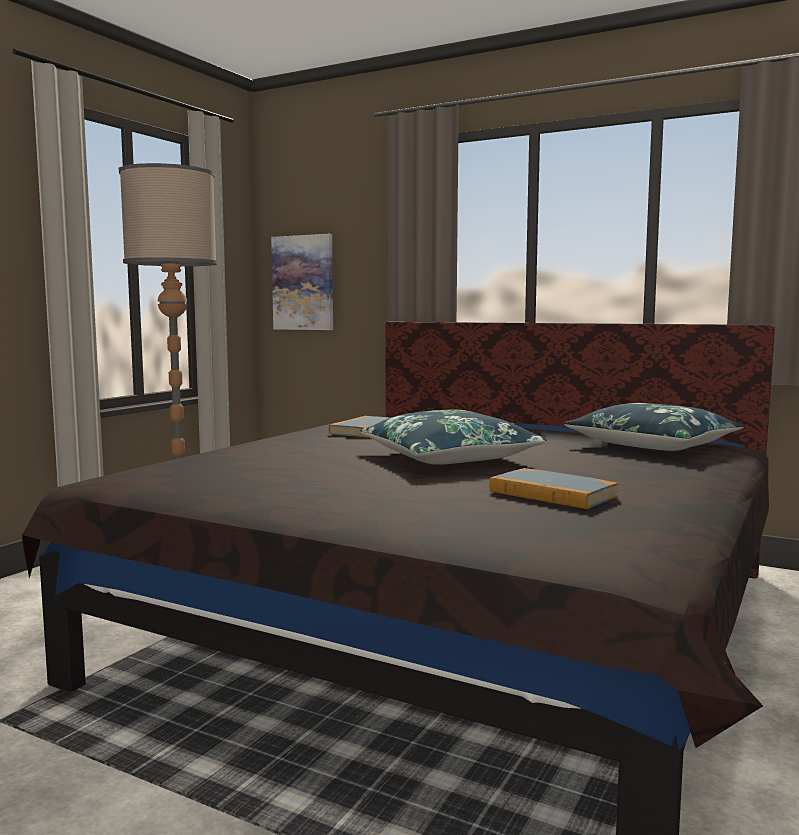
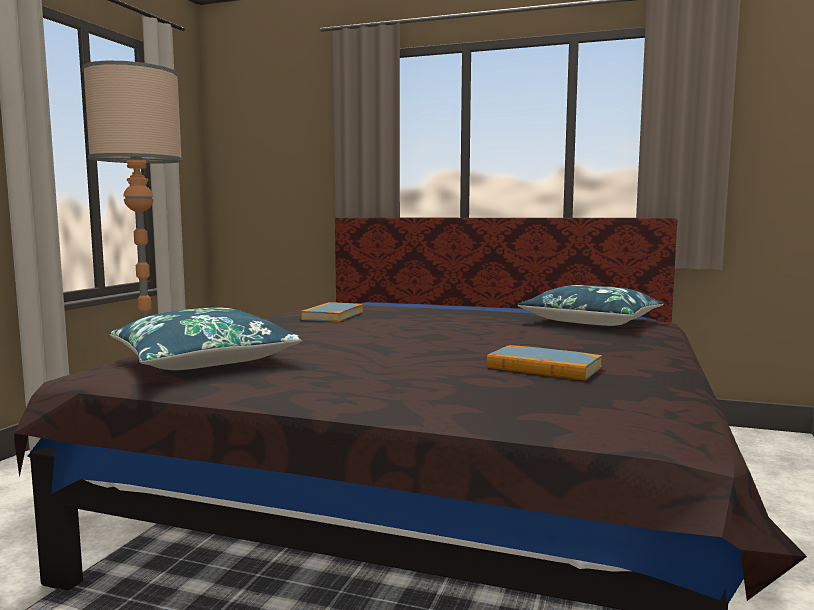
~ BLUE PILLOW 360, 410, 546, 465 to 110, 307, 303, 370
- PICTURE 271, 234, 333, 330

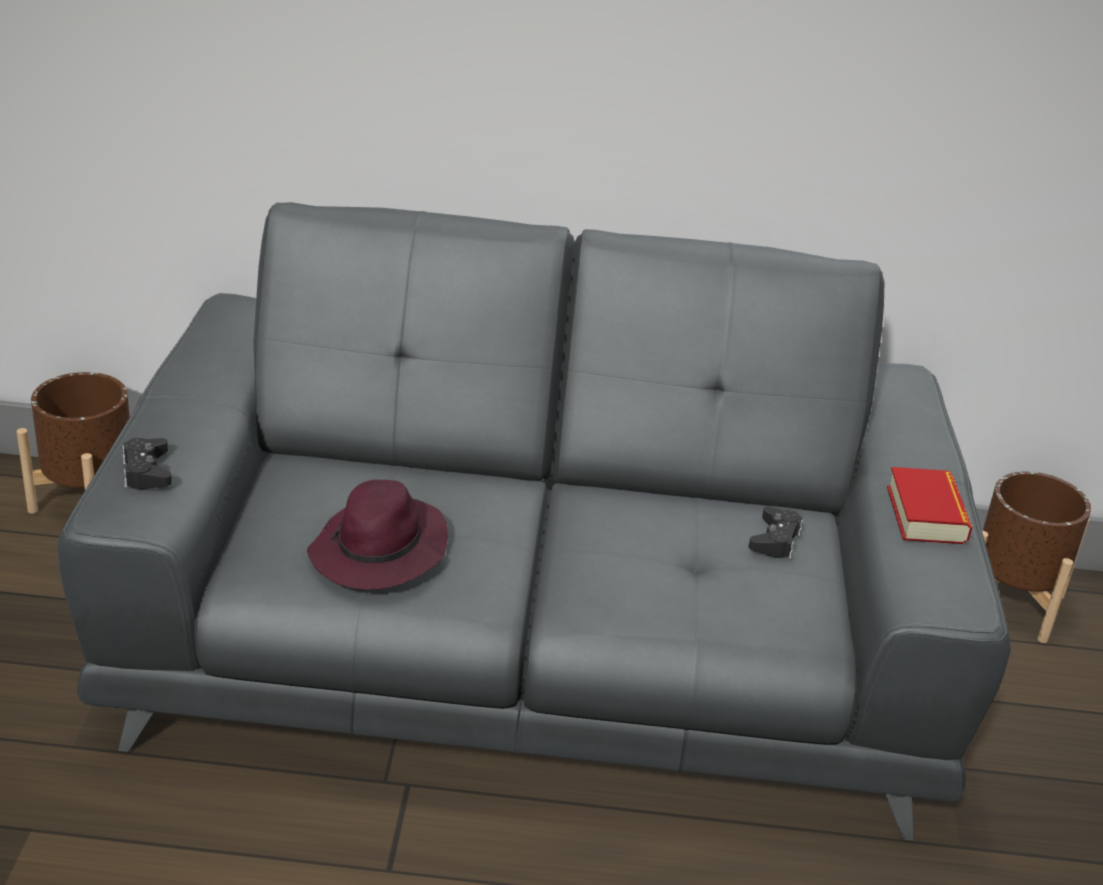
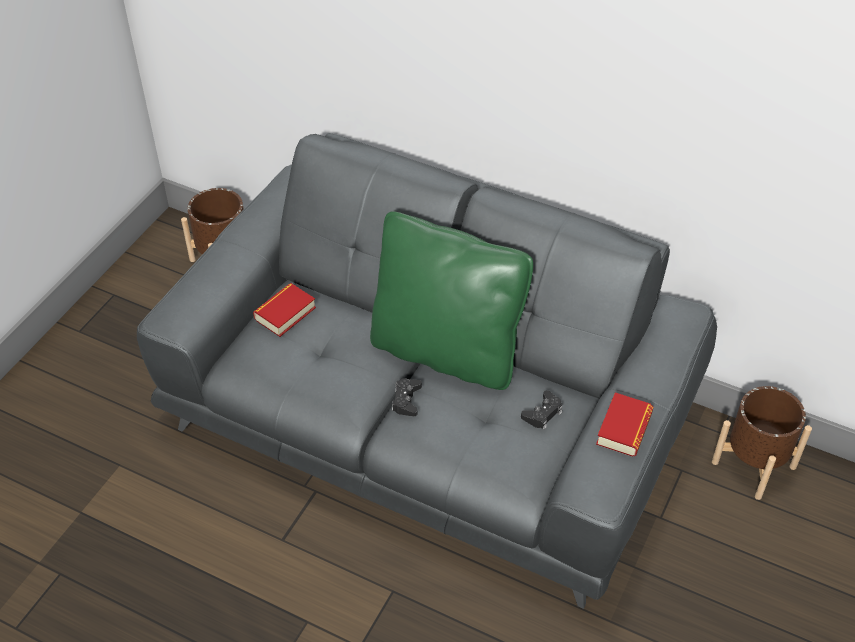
+ BOOK 253, 283, 316, 337
+ GREEN PILLOW 370, 211, 533, 390
~ BLACK GAME CONTROLLER 122, 438, 172, 490 to 392, 378, 422, 416
- PURPLE HAT 307, 480, 448, 590

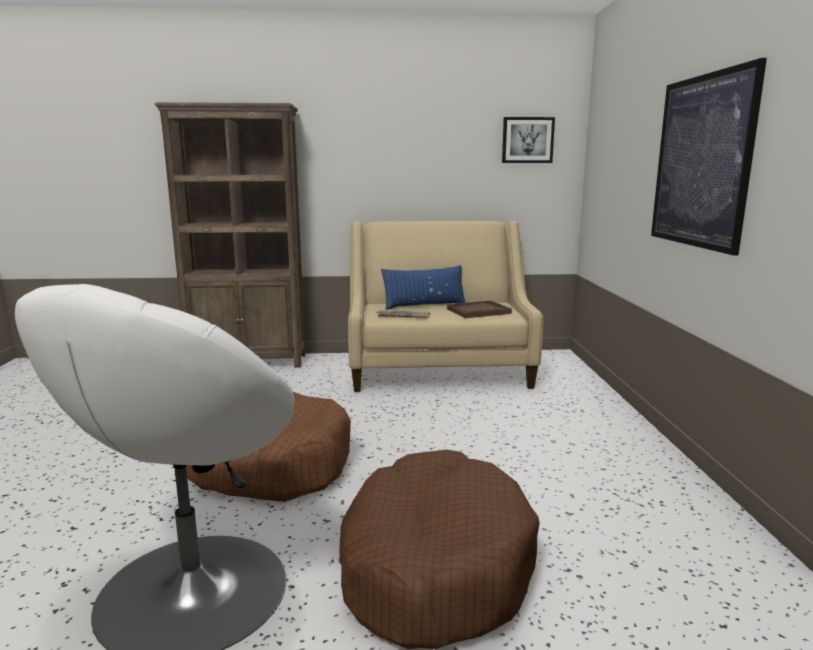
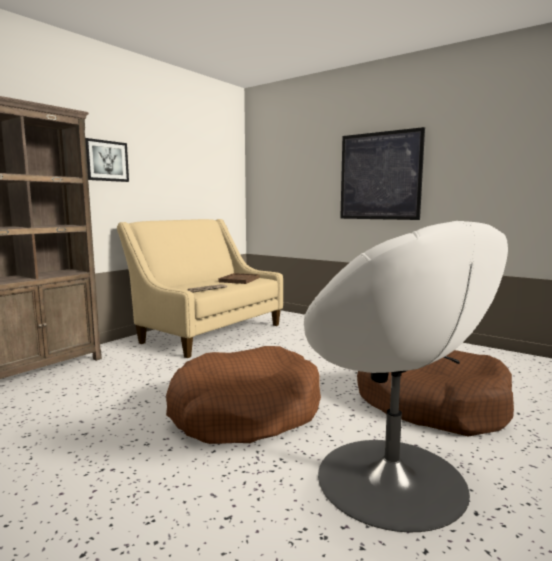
~ PICTURE 502, 117, 555, 163 to 85, 138, 129, 182
- BLUE PILLOW 381, 265, 466, 310

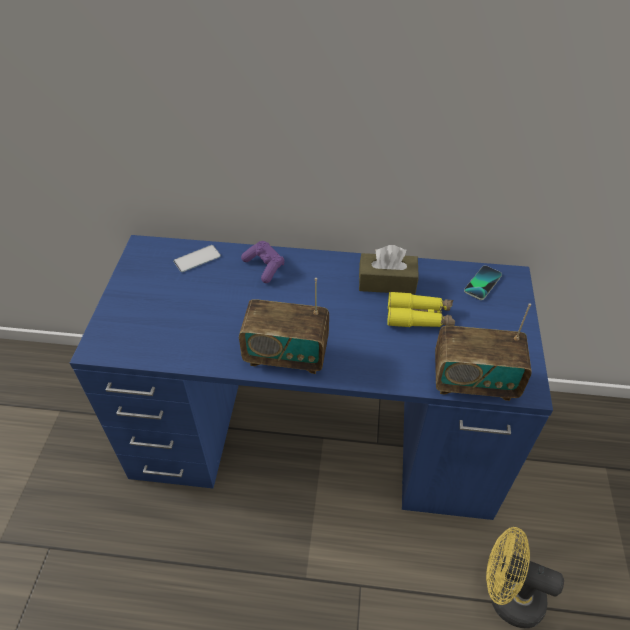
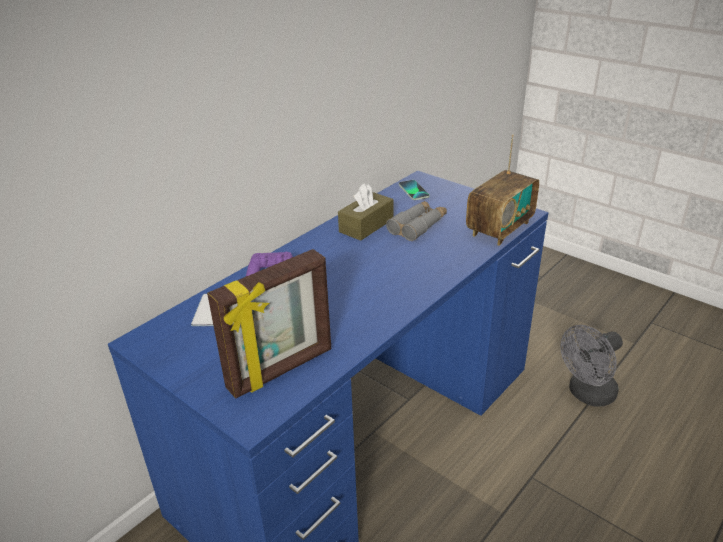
+ PICTURE FRAME 207, 249, 331, 399
~ YELLOW BINOCULARS 387, 291, 455, 327 to GREY BINOCULARS 386, 201, 447, 241
~ YELLOW FAN 486, 527, 564, 628 to GREY FAN 560, 325, 623, 406
- RADIO 239, 278, 329, 374

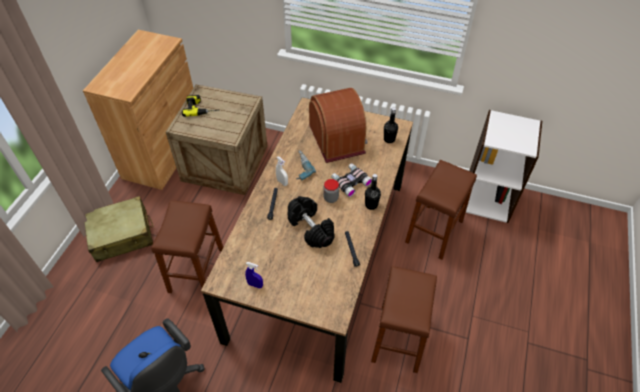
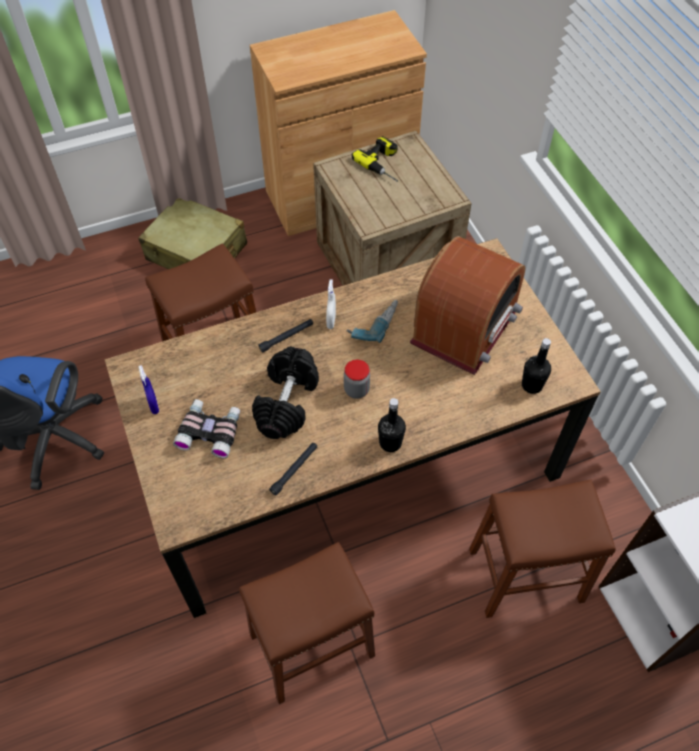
~ BINOCULARS 331, 163, 372, 197 to 173, 399, 240, 458

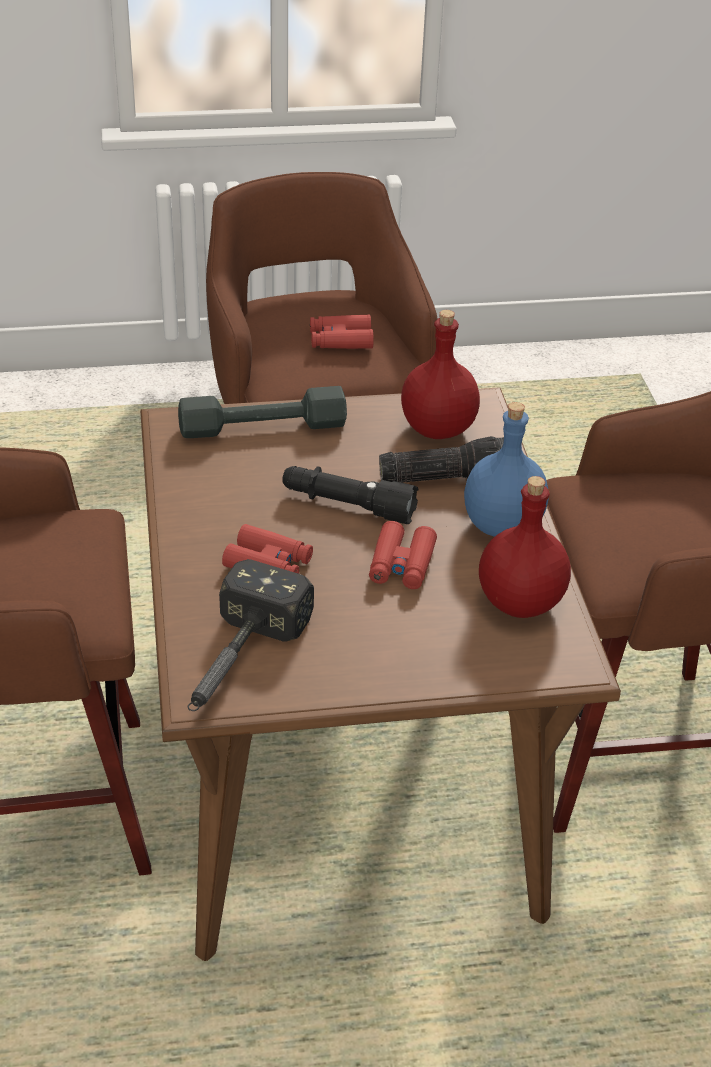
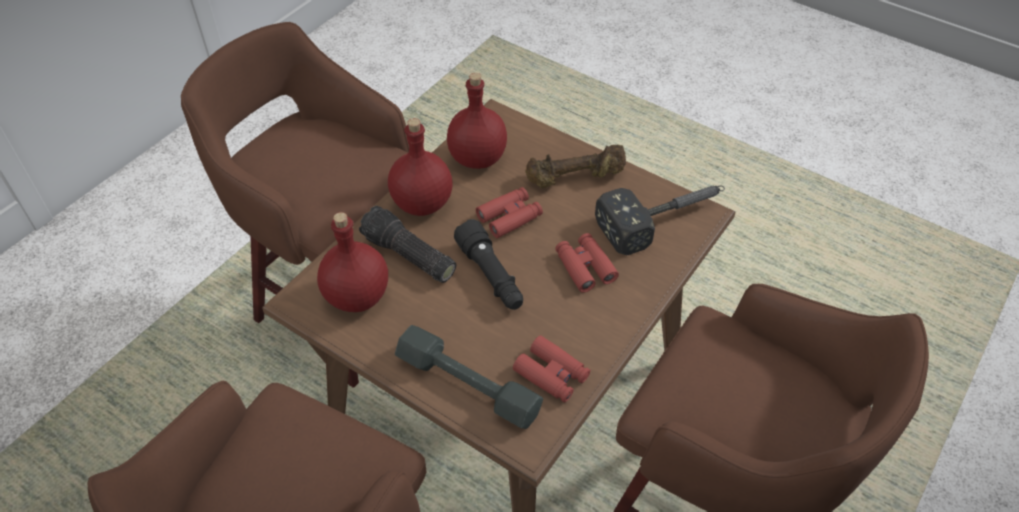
~ BLUE BOTTLE 464, 402, 549, 537 to RED BOTTLE 388, 118, 453, 216
~ RED BINOCULARS 310, 315, 374, 349 to 513, 336, 590, 403
+ BROWN DUMBBELL 525, 144, 626, 188

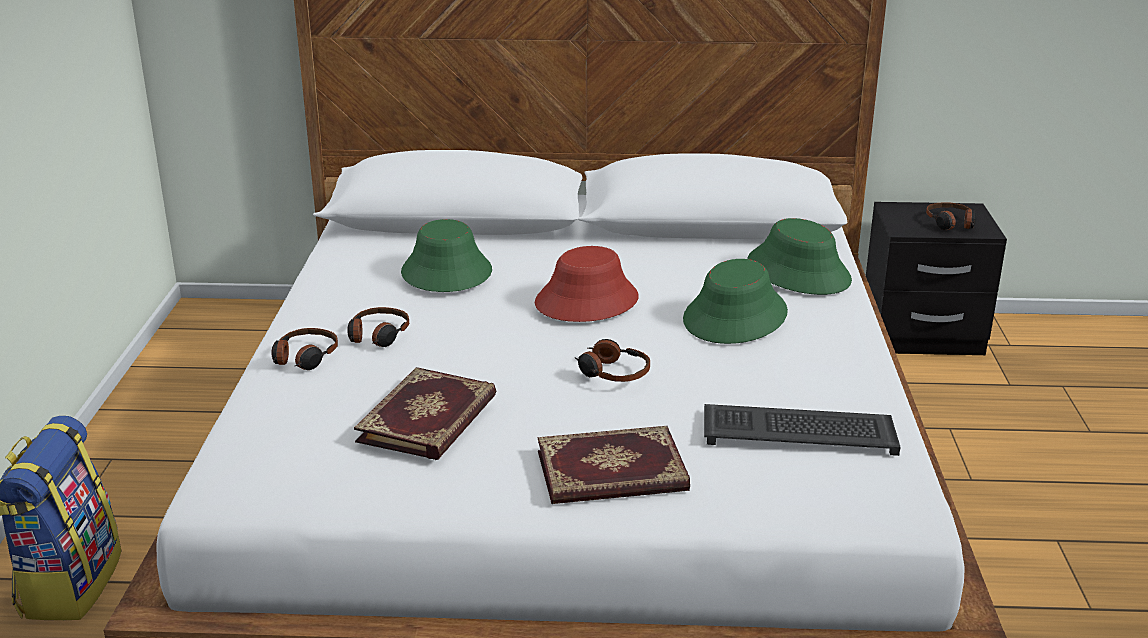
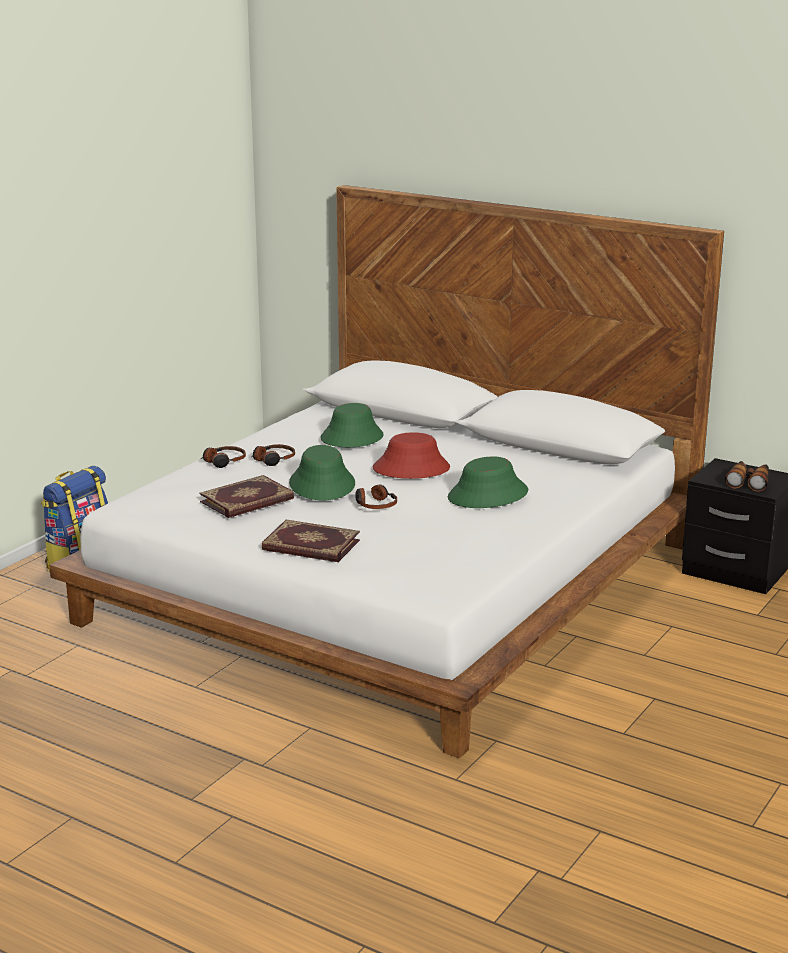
~ GREEN HAT 747, 218, 852, 295 to 289, 445, 355, 500
~ HEADPHONES 926, 202, 977, 230 to BINOCULARS 725, 461, 769, 492
- KEYBOARD 704, 404, 901, 456

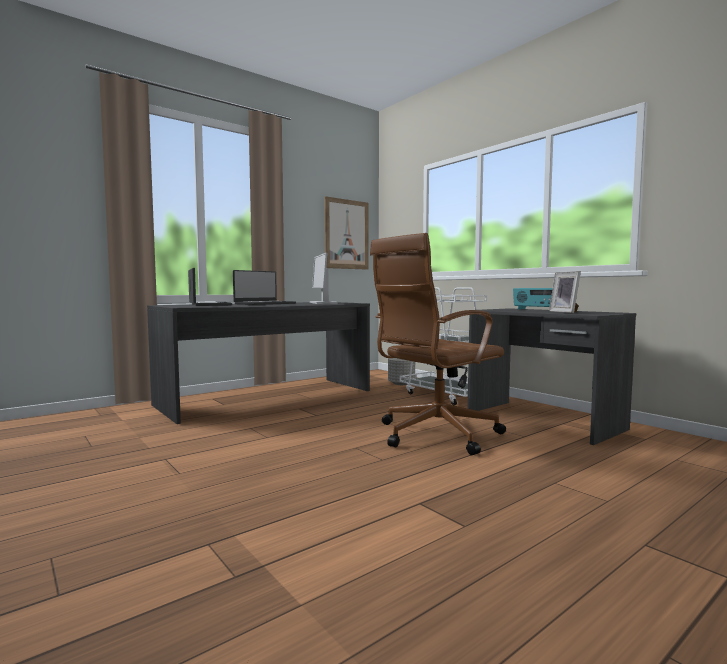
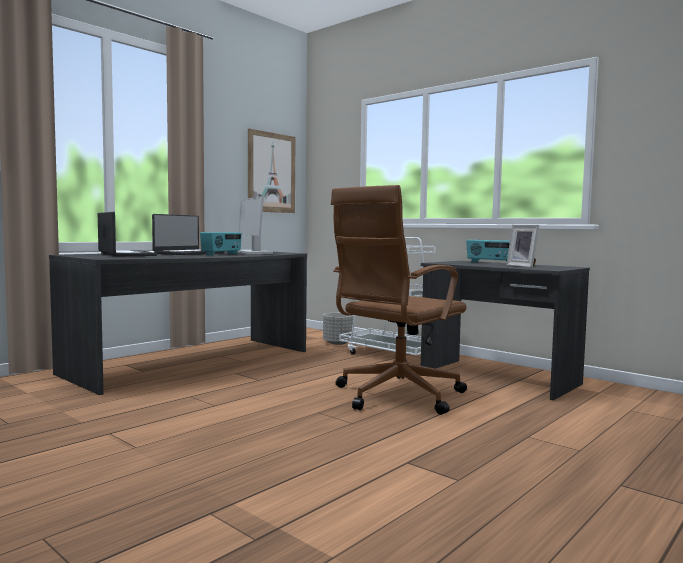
+ RADIO 200, 232, 242, 255

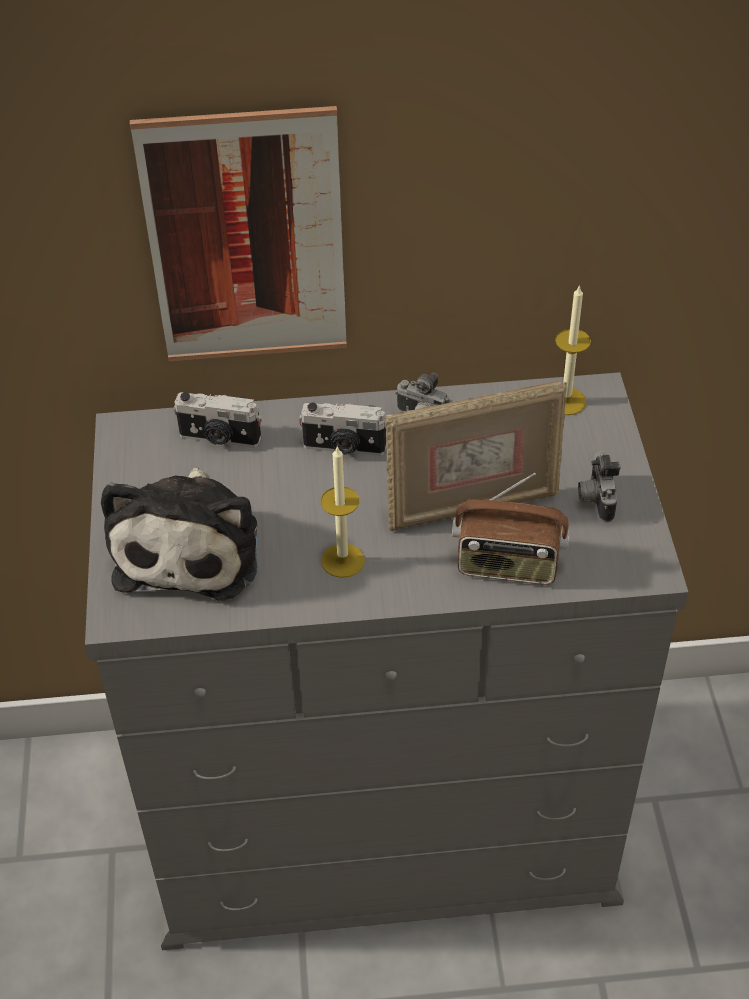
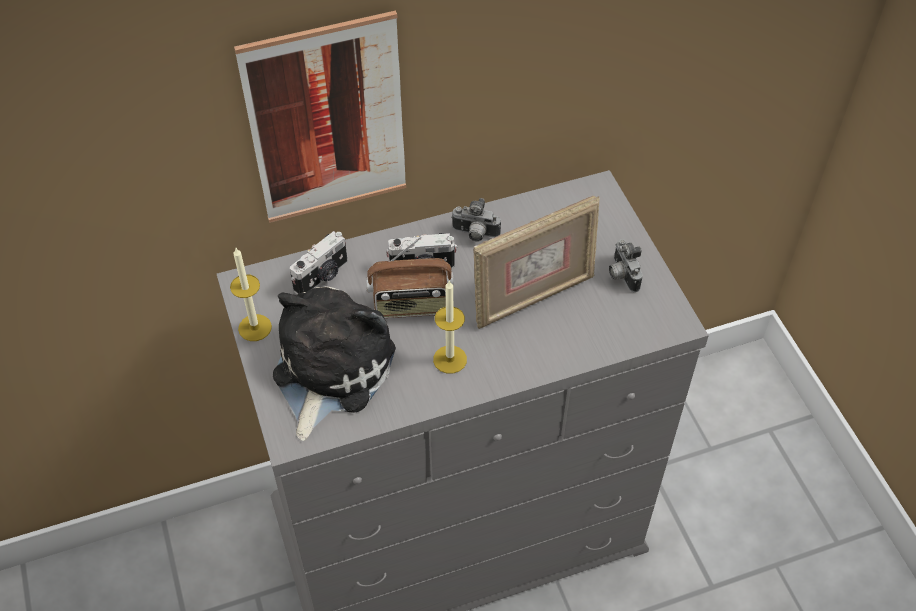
~ CANDLE 555, 285, 591, 415 to 230, 248, 272, 341
~ PLUSH TOY 101, 468, 257, 601 = 273, 286, 396, 441 150 degrees counterclockwise
~ PHOTO CAMERA 174, 392, 261, 448 = 290, 231, 347, 294 45 degrees counterclockwise
~ RADIO 452, 473, 570, 584 to 366, 236, 454, 318

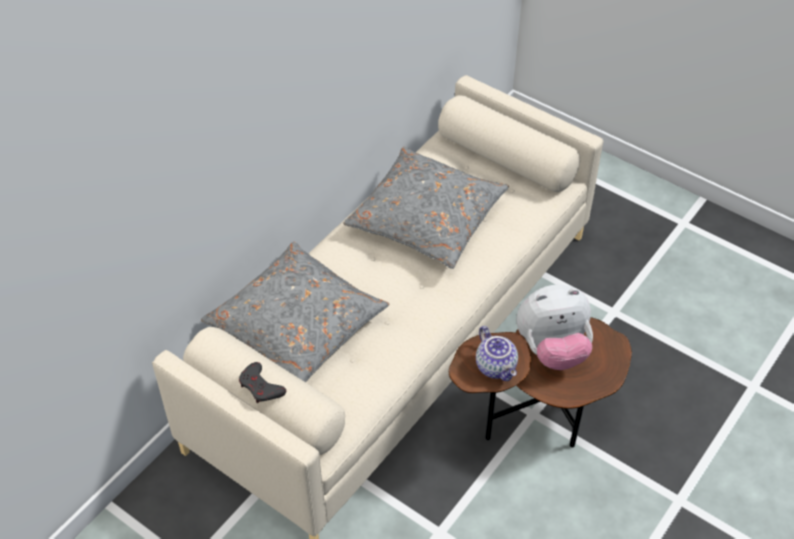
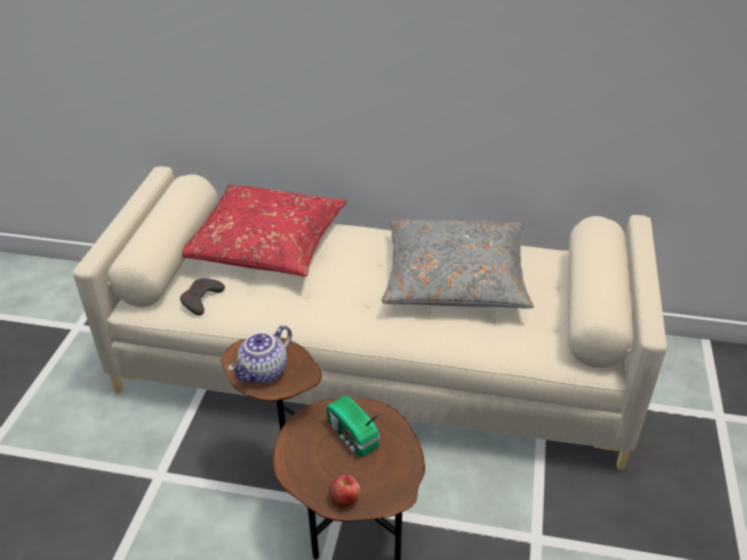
~ GREY GAME CONTROLLER 239, 362, 286, 403 to 180, 279, 225, 316
~ GREY PILLOW 201, 242, 390, 382 to RED PILLOW 182, 184, 347, 276
~ PLUSH TOY 516, 285, 593, 370 to RADIO 326, 396, 383, 457
+ APPLE 329, 475, 360, 508

